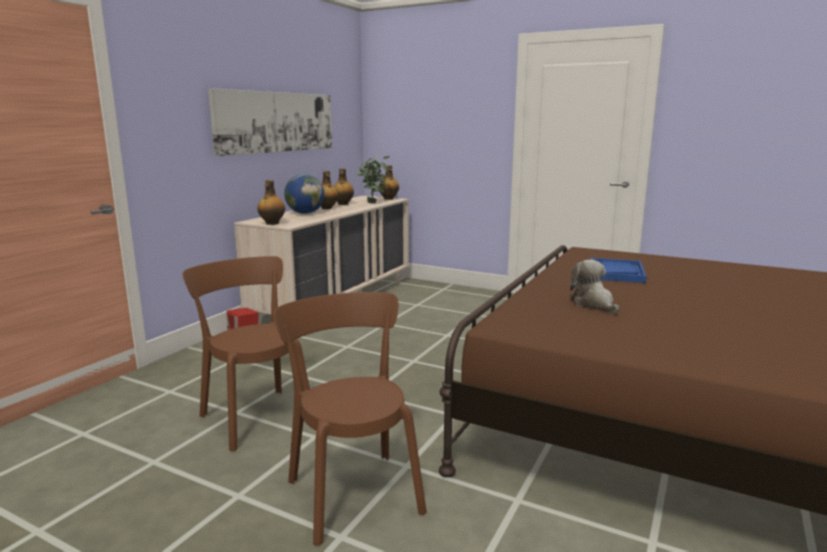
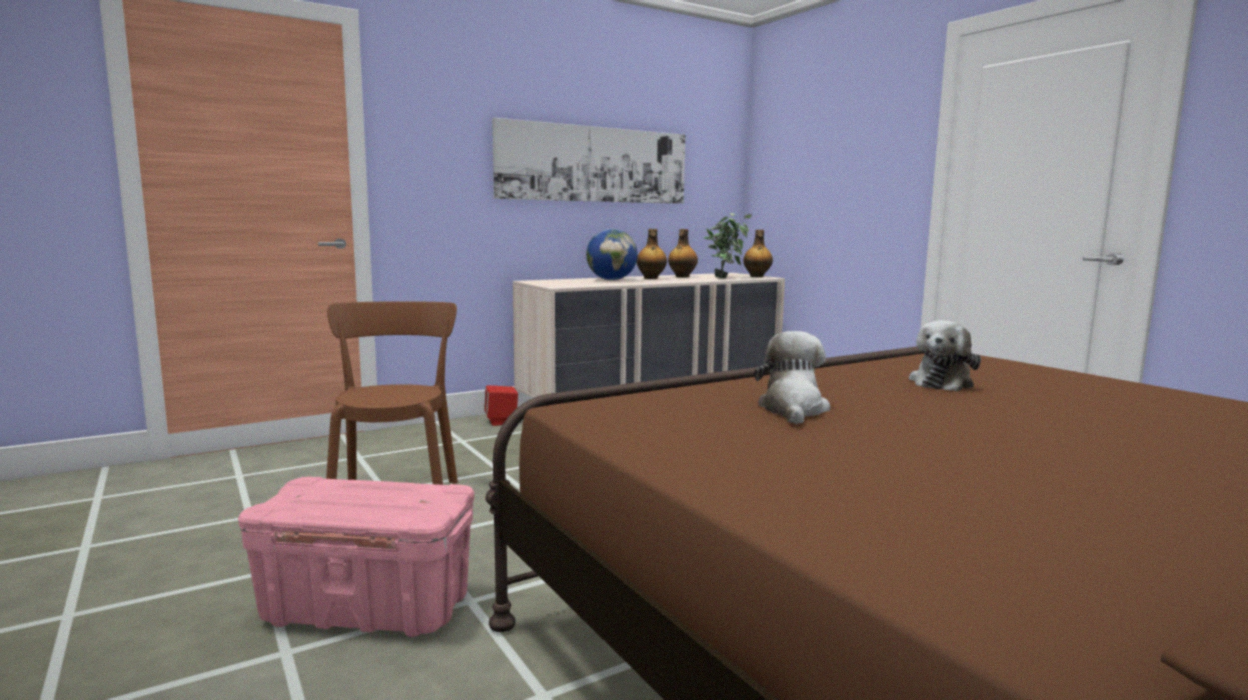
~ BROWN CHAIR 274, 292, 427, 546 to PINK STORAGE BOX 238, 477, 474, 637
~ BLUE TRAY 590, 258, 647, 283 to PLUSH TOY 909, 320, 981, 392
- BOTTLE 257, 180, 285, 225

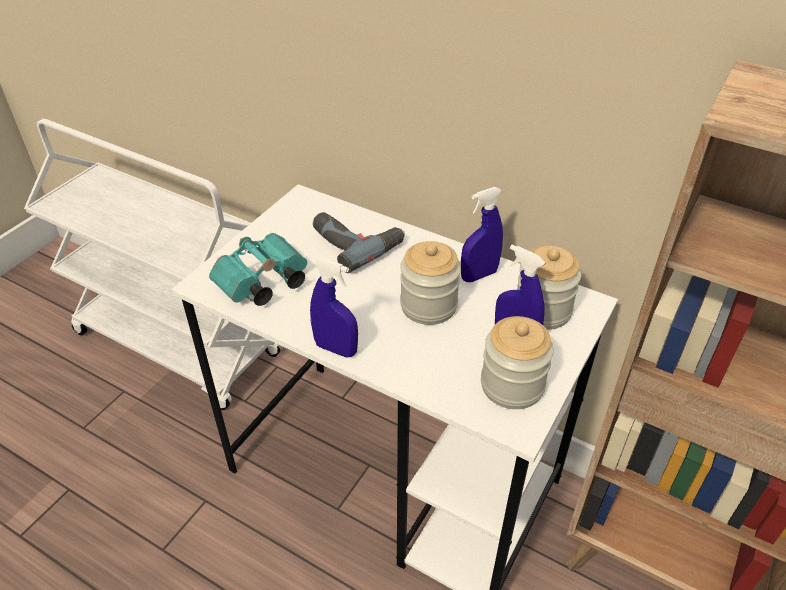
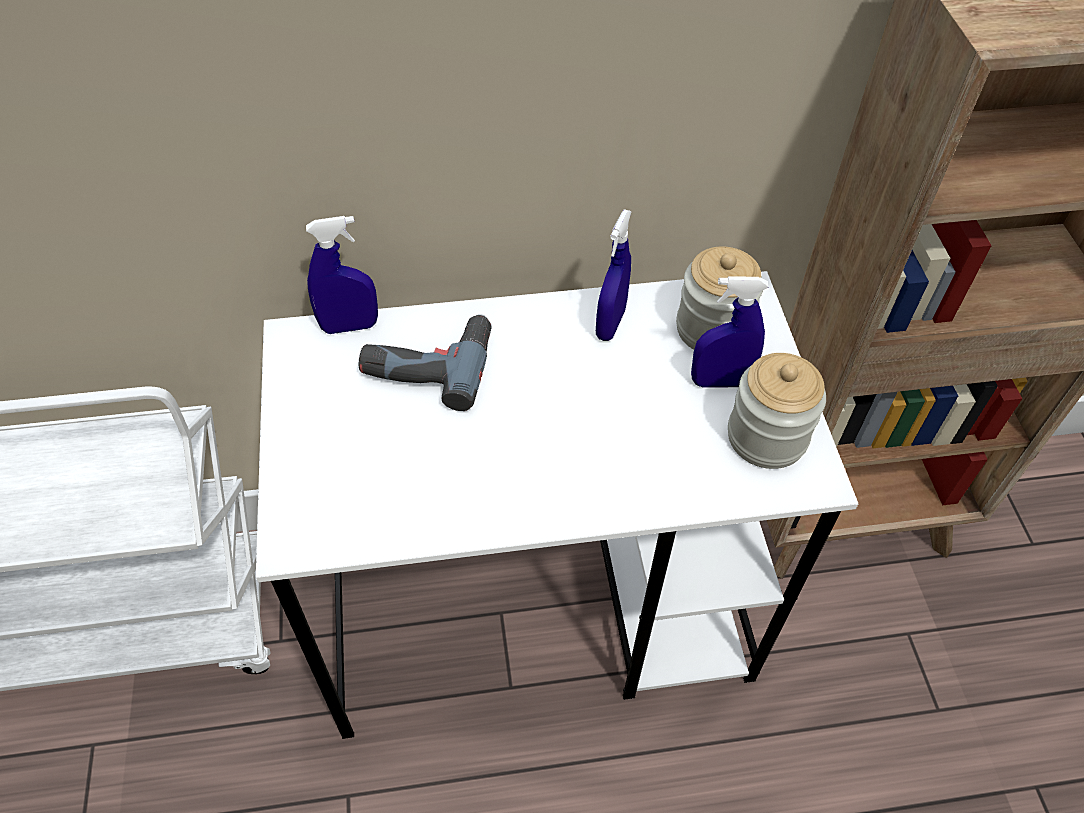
~ BLUE SPRAY BOTTLE 310, 258, 358, 358 to 306, 216, 378, 334
- TURQUOISE BINOCULARS 209, 233, 307, 306
- JAR 400, 241, 461, 325

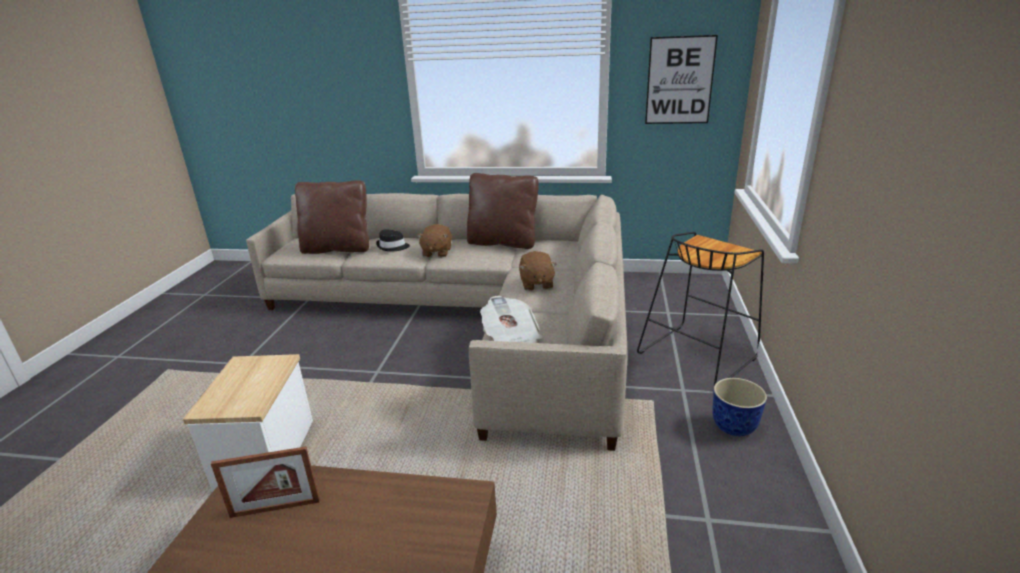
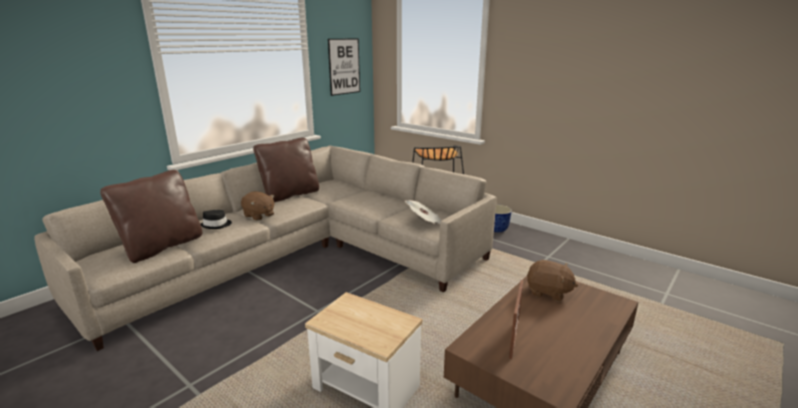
~ BROWN PLUSH TOY 519, 251, 557, 291 to 527, 260, 578, 302

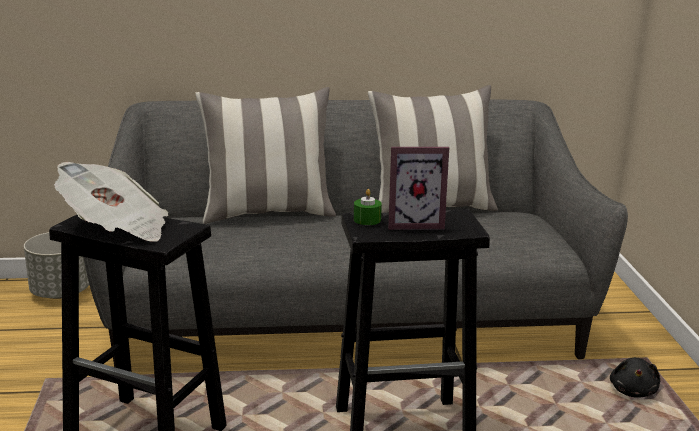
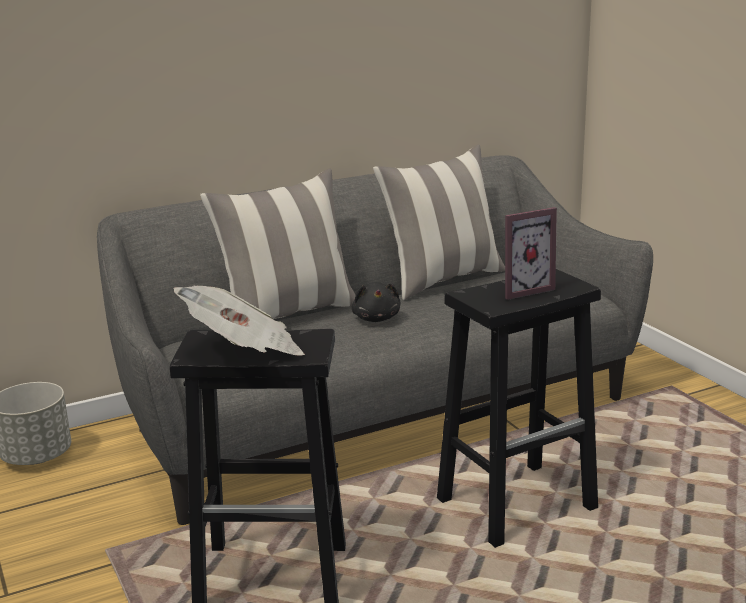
~ BLACK PLUSH TOY 610, 357, 660, 398 to 351, 282, 401, 322
- GREEN CANDLE 354, 189, 382, 225

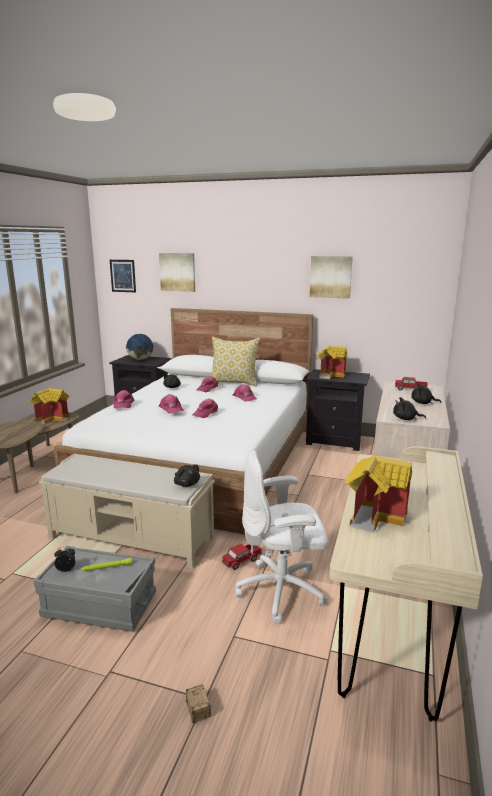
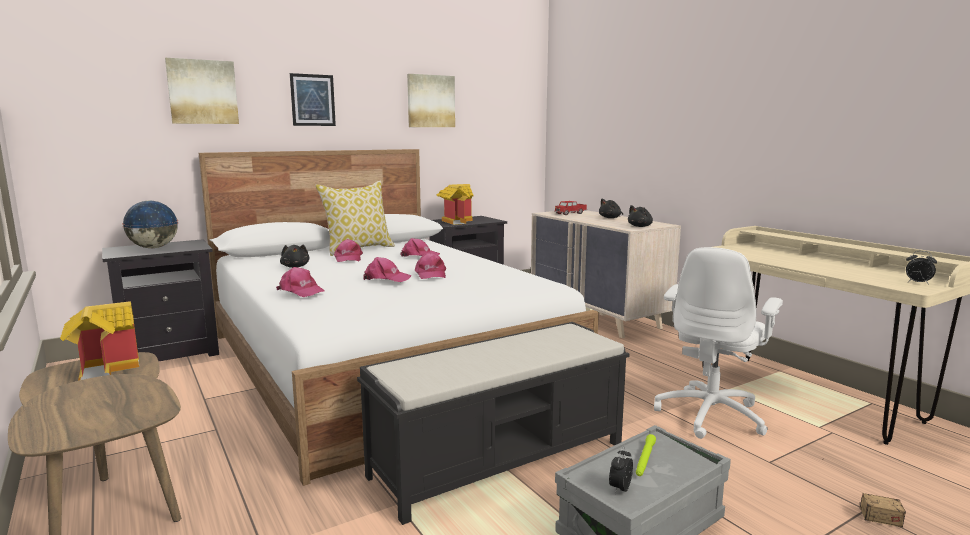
~ PICTURE 110, 260, 136, 292 to 290, 73, 336, 126
~ BEIGE BENCH 39, 454, 215, 569 to BLACK BENCH 357, 322, 630, 525
+ ALARM CLOCK 906, 251, 937, 285
- BLACK PLUSH TOY 174, 464, 200, 487
- TOY TRUCK 222, 544, 262, 570
- TOY HOUSE 345, 456, 412, 532

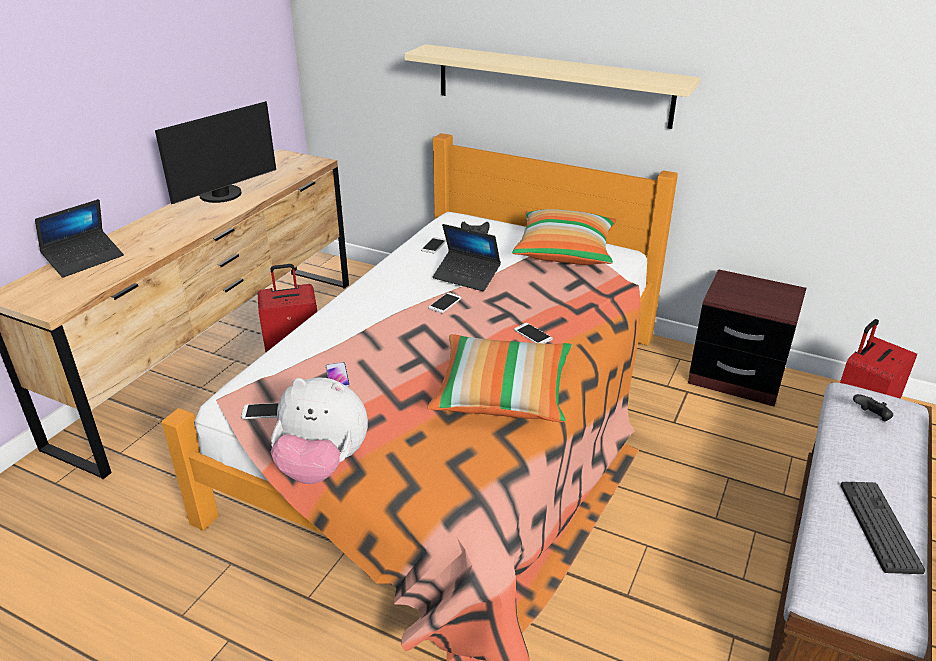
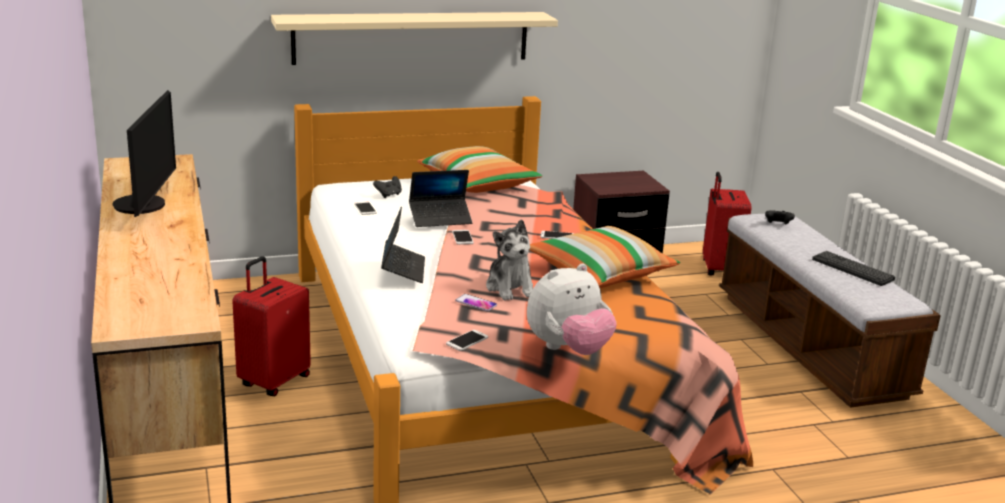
~ LAPTOP 35, 199, 124, 278 to 381, 207, 425, 283
+ PLUSH TOY 486, 219, 533, 301

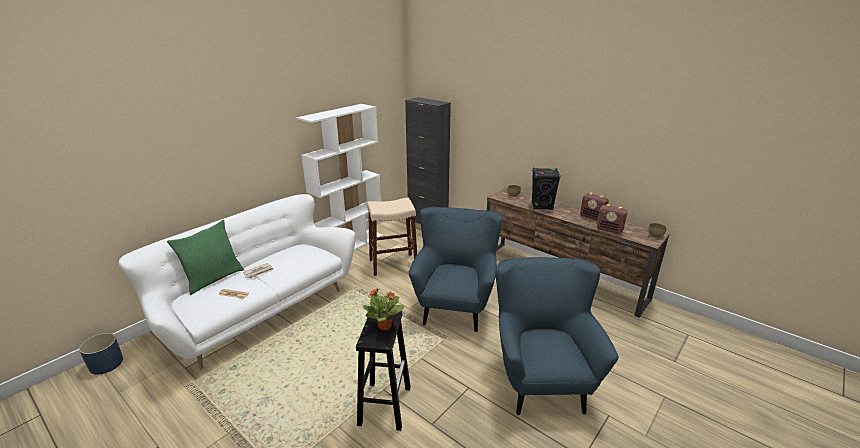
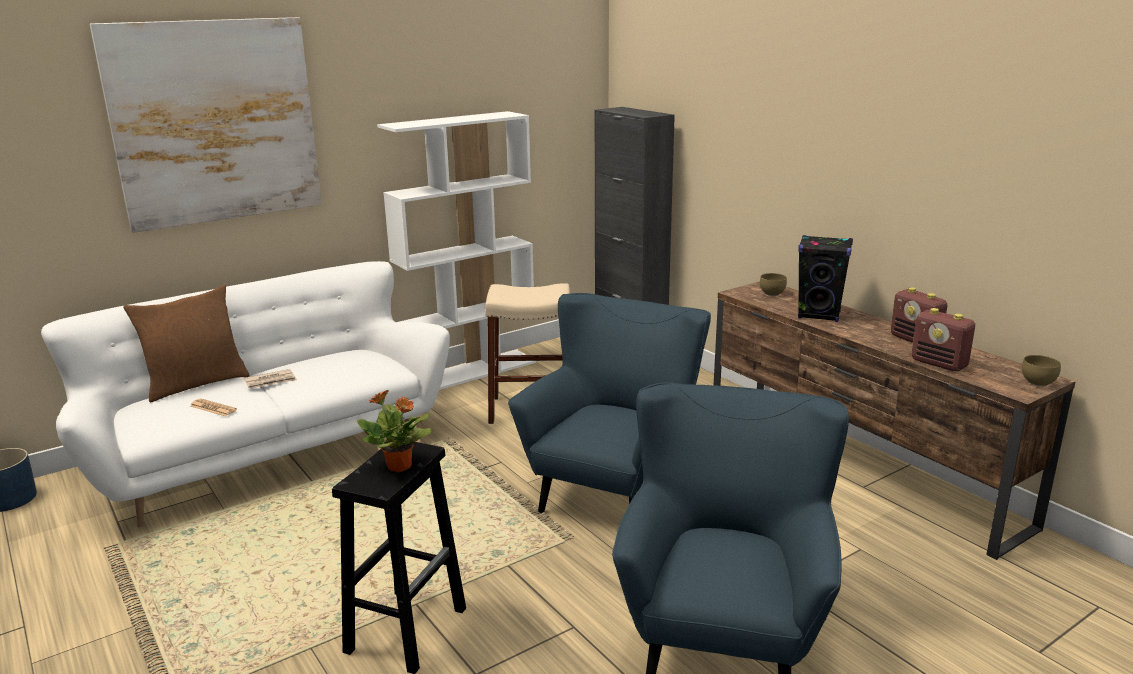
+ PICTURE 90, 17, 322, 233
~ GREEN PILLOW 167, 220, 244, 295 to BROWN PILLOW 123, 285, 249, 402

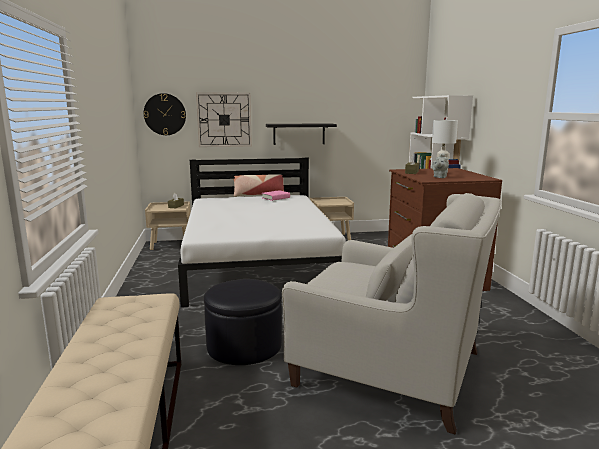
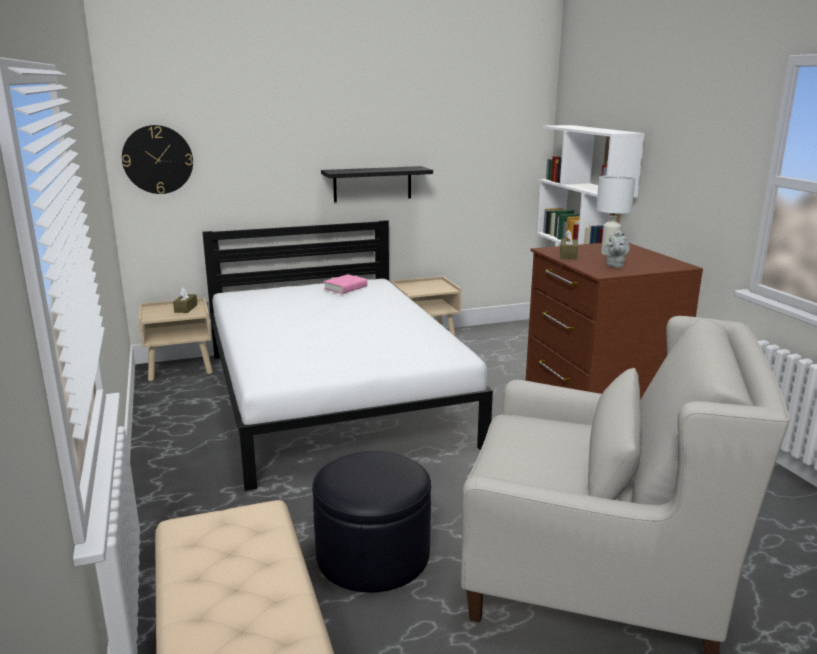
- WALL CLOCK 196, 92, 252, 147
- PILLOW 233, 174, 284, 197

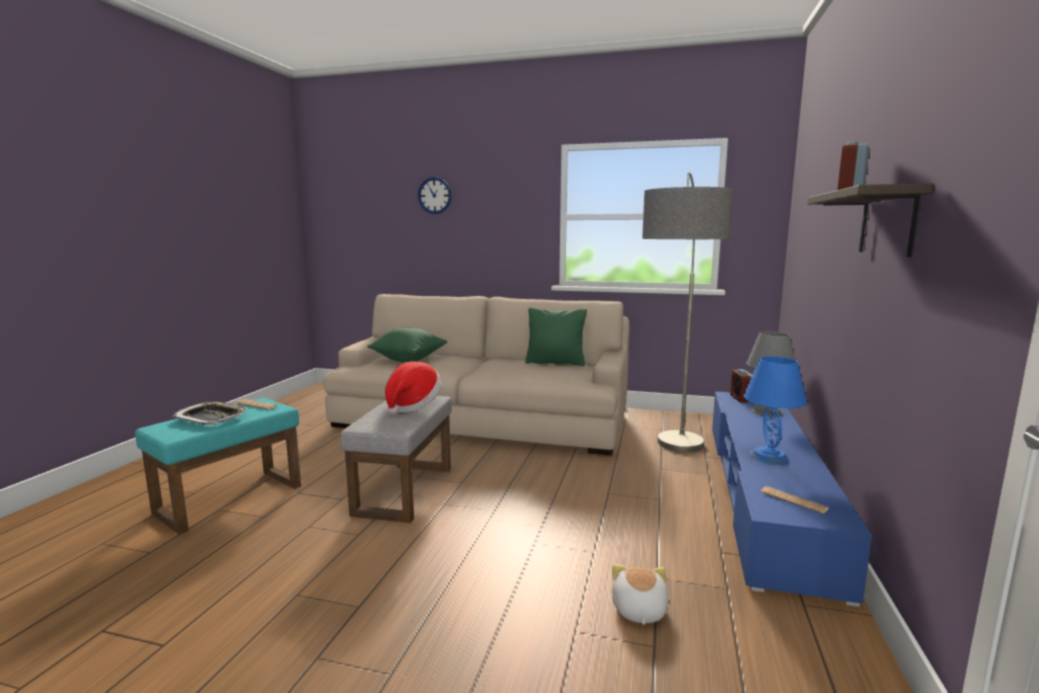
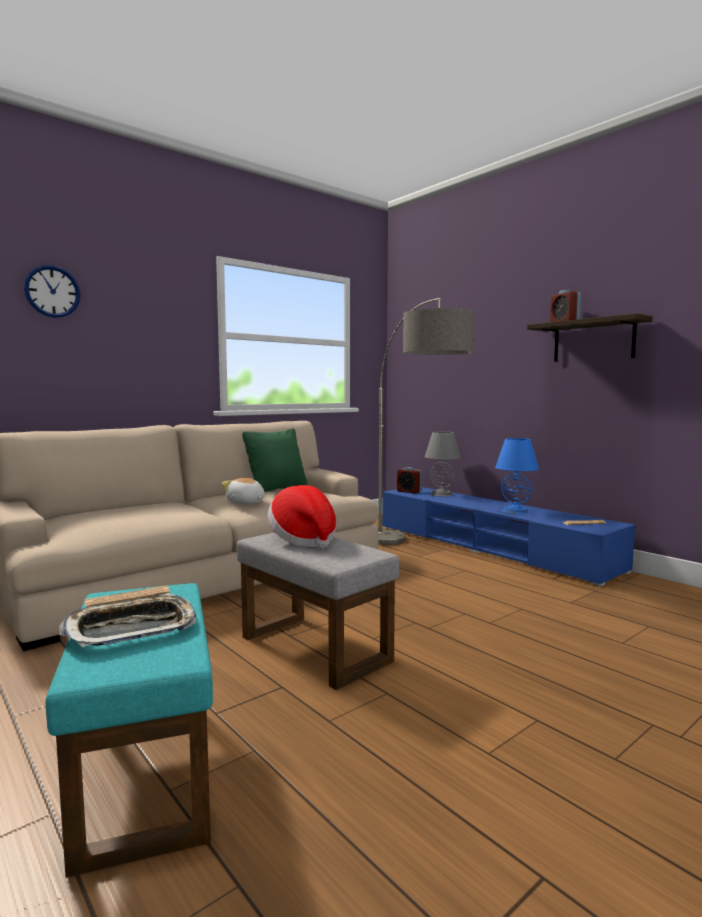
~ PLUSH TOY 612, 564, 669, 625 to 222, 478, 265, 504
- GREEN PILLOW 367, 328, 447, 362

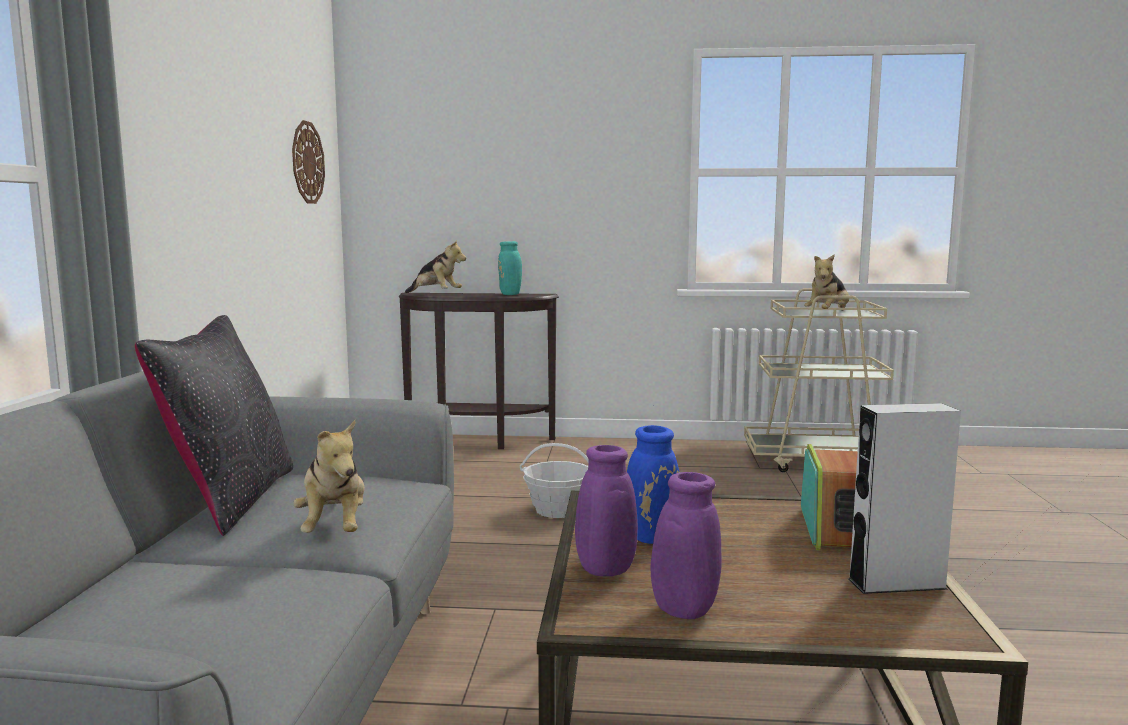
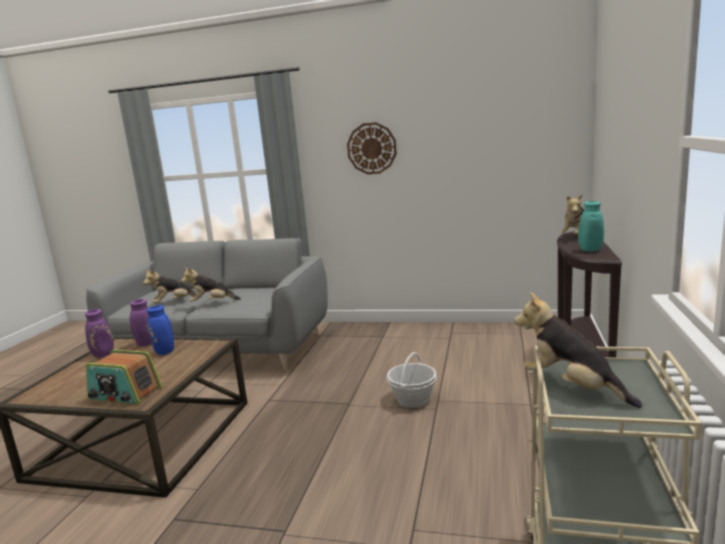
+ PLUSH TOY 143, 270, 201, 303
~ WALL CLOCK 292, 120, 325, 204 to 347, 122, 397, 174
- BLACK PILLOW 135, 315, 293, 536
- GREY SPEAKER 847, 403, 961, 594

